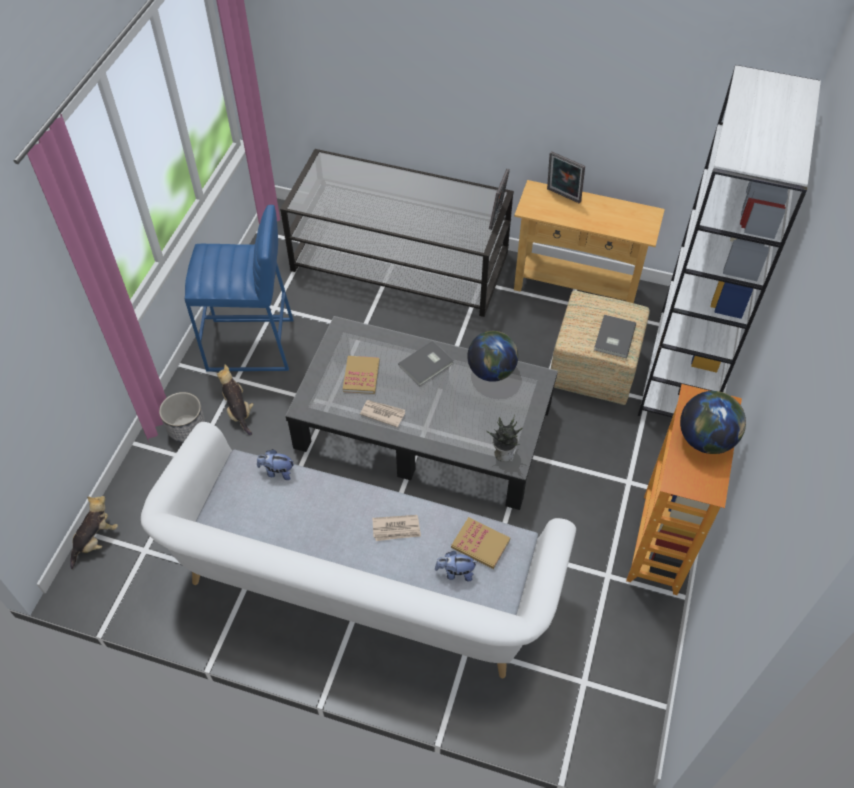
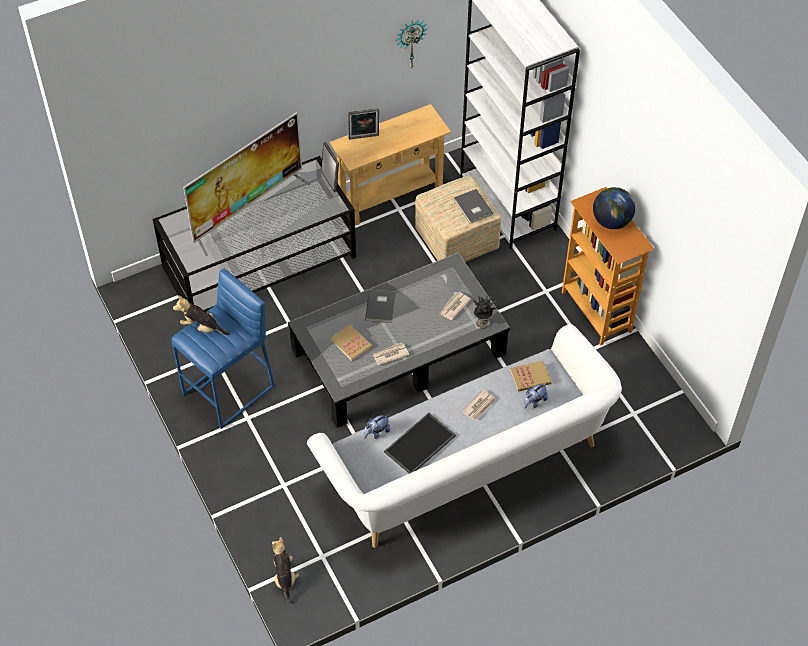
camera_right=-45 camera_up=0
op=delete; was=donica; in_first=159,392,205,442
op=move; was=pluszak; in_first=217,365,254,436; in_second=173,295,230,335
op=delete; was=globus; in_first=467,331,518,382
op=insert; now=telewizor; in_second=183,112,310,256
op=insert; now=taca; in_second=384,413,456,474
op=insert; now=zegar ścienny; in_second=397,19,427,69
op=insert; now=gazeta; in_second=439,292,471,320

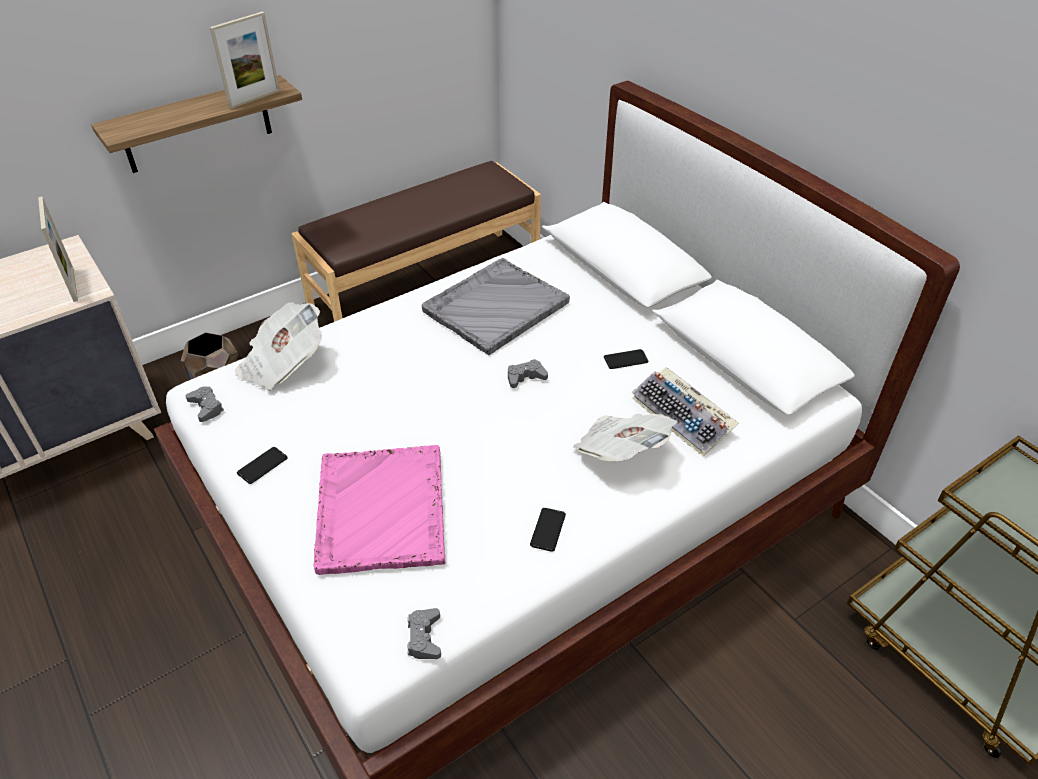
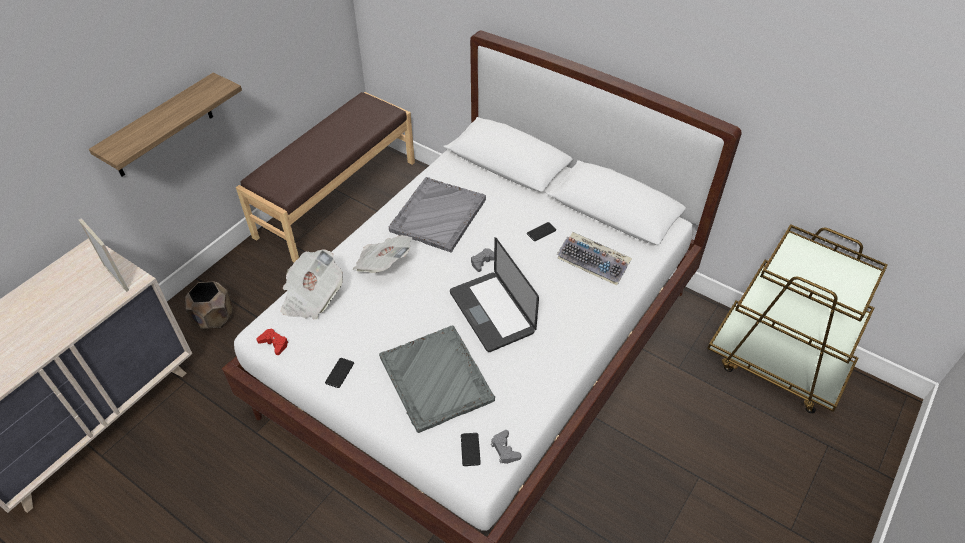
camera_right=-20 camera_up=5
op=recolor; was=pad do gier (szary); now=pad do gier (czerwony); in_first=185,386,224,422; in_second=257,328,289,355
op=delete; was=ramka na zdjęcie; in_first=210,12,280,109
op=recolor; was=taca (różowy); now=taca (szary); in_first=314,445,446,575; in_second=379,325,495,433
op=move; was=telefon; in_first=530,508,566,552; in_second=461,433,481,466
op=move; was=gazeta; in_first=573,414,677,461; in_second=352,235,412,273
op=insert; now=laptop; in_second=450,237,539,352

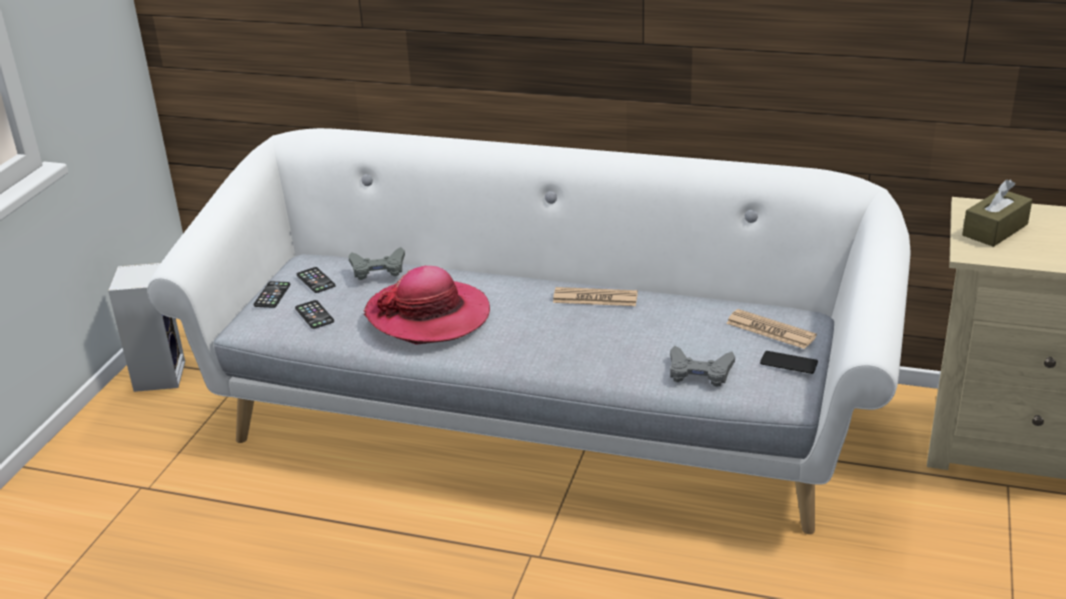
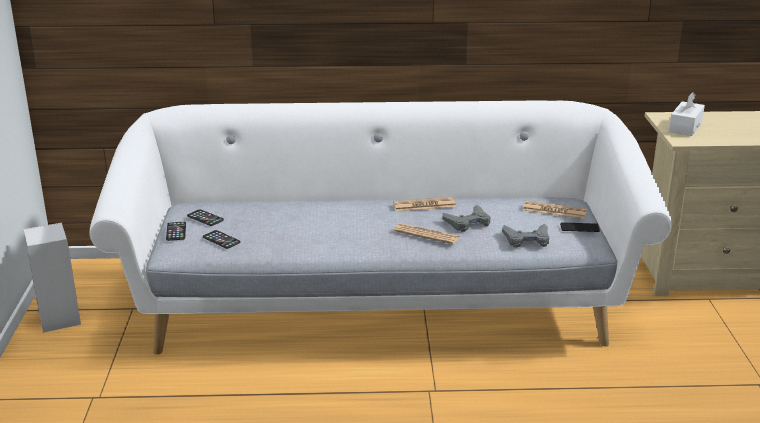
camera_right=-20 camera_up=-5
op=move; was=pad do gier (szary); in_first=348,247,405,280; in_second=442,205,491,232
op=delete; was=kapelusz; in_first=363,266,490,345
op=recolor; was=pudełko chusteczek (brązowy); now=pudełko chusteczek (biały); in_first=962,180,1032,247; in_second=669,92,705,136
op=insert; now=gazeta; in_second=394,223,460,244

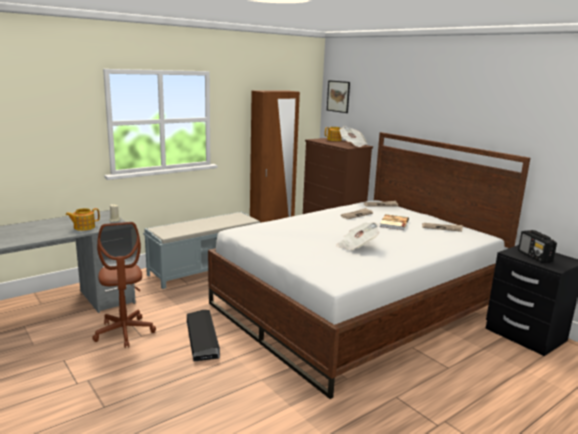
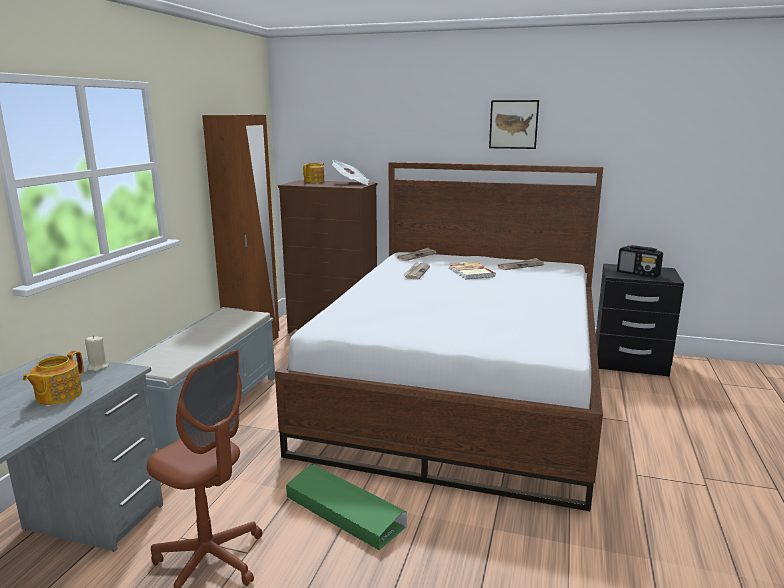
camera_right=-35 camera_up=0
op=recolor; was=pojemnik do przechowywania (czarny); now=pojemnik do przechowywania (zielony); in_first=187,310,220,362; in_second=286,465,407,550
op=move; was=obraz; in_first=327,80,350,113; in_second=489,100,539,149
op=delete; was=gazeta; in_first=336,222,379,251

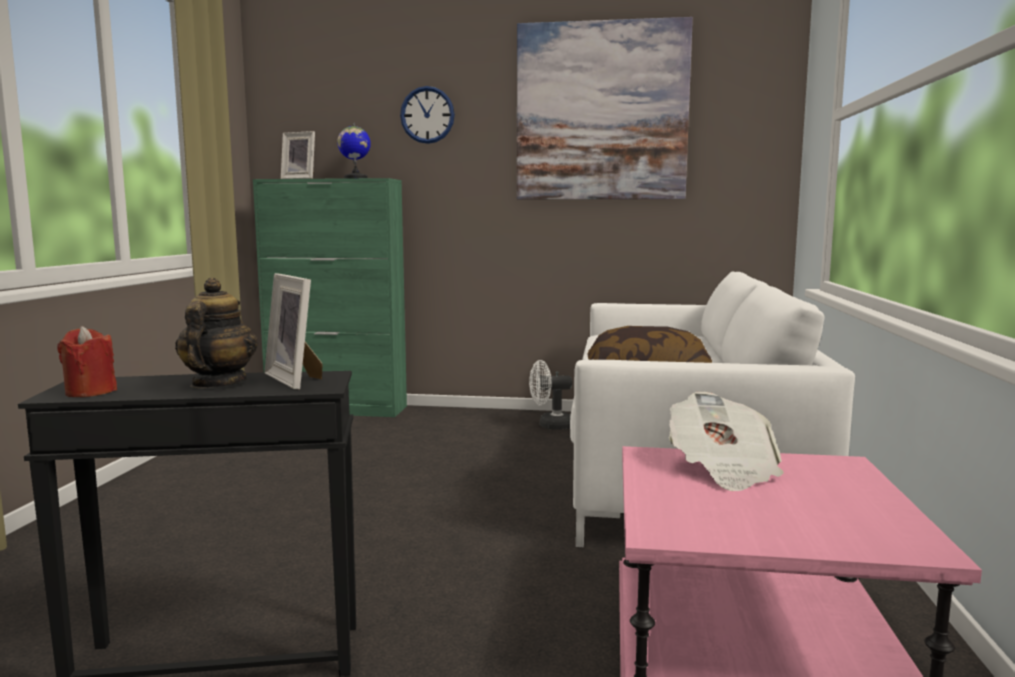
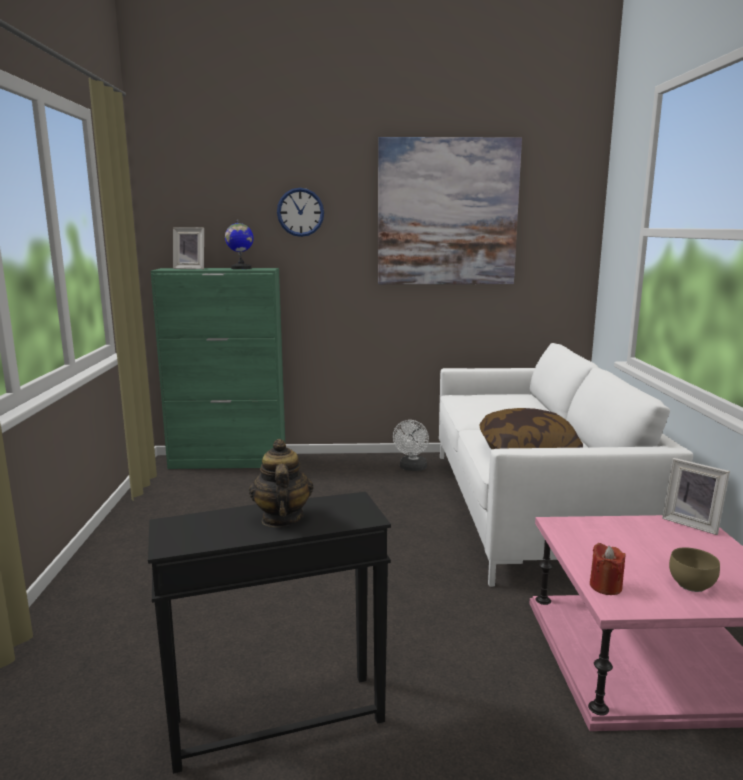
camera_right=-10 camera_up=5
op=move; was=świeca (czerwony); in_first=57,326,117,397; in_second=590,543,626,595
op=move; was=ramka na zdjęcie; in_first=264,273,323,389; in_second=662,458,730,535
op=rotate; was=wentylator (biały); in_first=529,360,572,430; in_second=393,420,429,471; clockwise=-60
op=delete; was=gazeta; in_first=669,392,784,491
op=insert; now=miska (brązowy); in_second=669,547,720,592

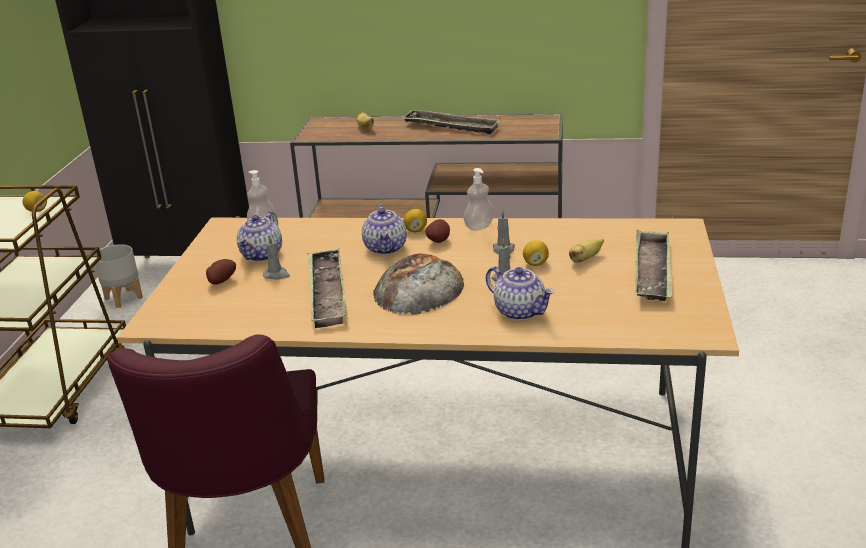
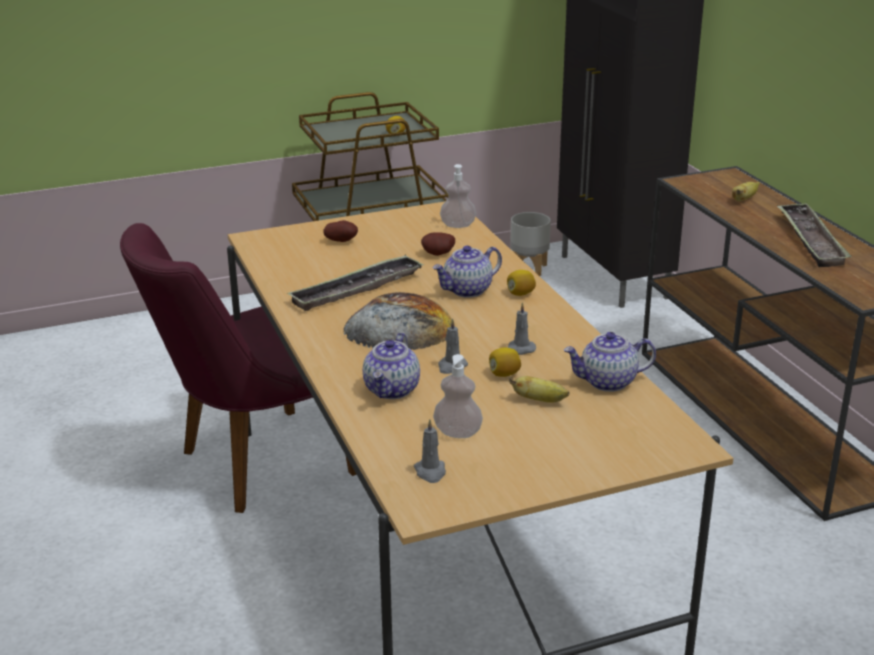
camera_right=60 camera_up=0
op=move; was=imbryk; in_first=237,211,282,262; in_second=564,332,656,392
op=move; was=świeca (szary); in_first=263,235,290,280; in_second=414,419,446,483
op=move; was=ziemniak; in_first=426,219,450,243; in_second=421,232,455,256
op=move; was=dozownik mydła; in_first=464,168,494,231; in_second=433,354,483,438
op=delete; was=taca; in_first=635,230,672,301

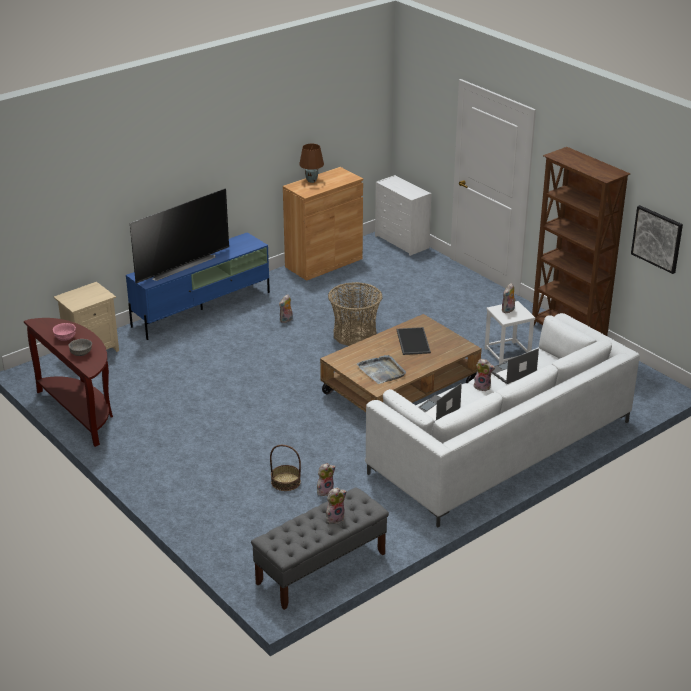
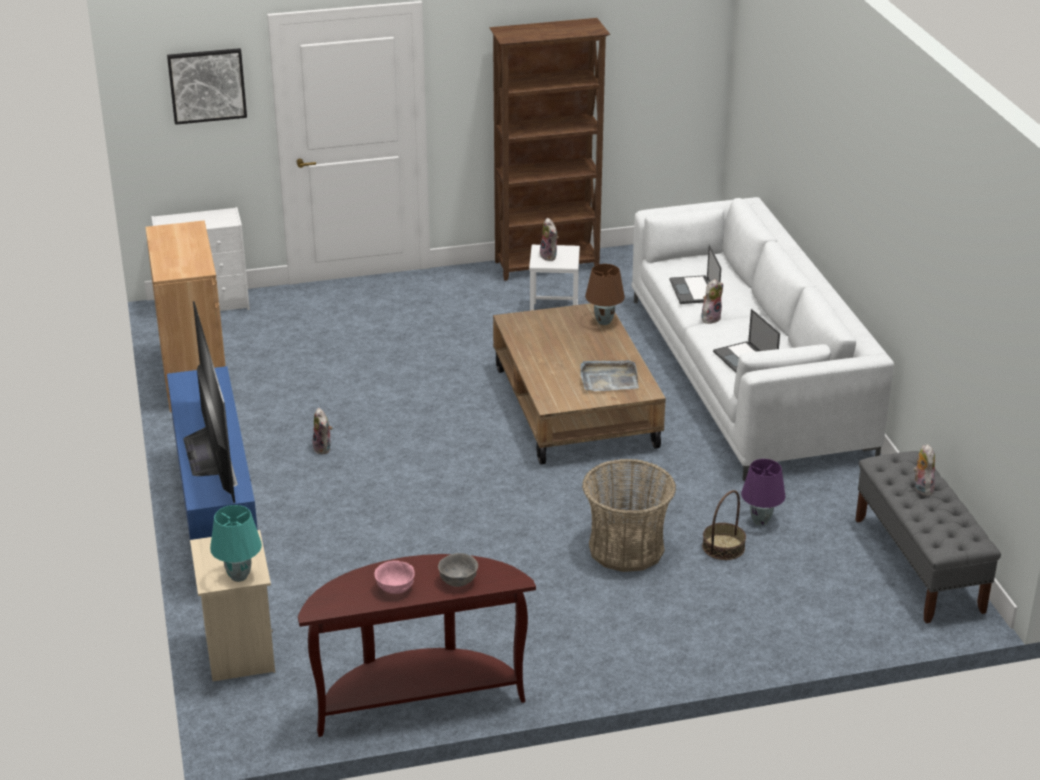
camera_right=-65 camera_up=0
op=move; was=lampa stołowa (brązowy); in_first=299,144,324,183; in_second=585,264,625,325
op=replace; was=pluszak; now=lampa stołowa (fioletowy); in_first=317,463,336,496; in_second=741,459,786,525
op=move; was=koszyk; in_first=328,282,383,346; in_second=582,459,676,572
op=delete; was=taca; in_first=397,327,431,355
op=move; was=obraz; in_first=631,205,683,274; in_second=167,48,247,125
op=insert; now=lampa stołowa (turkusowy); in_second=210,505,262,582

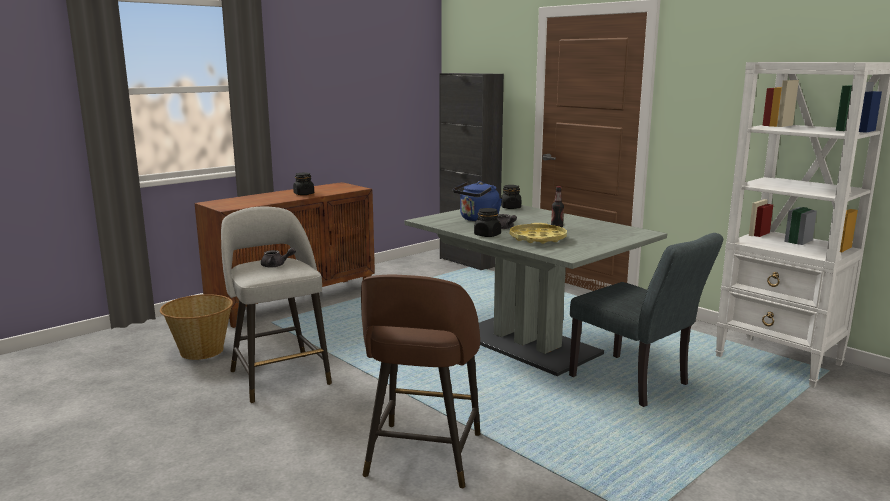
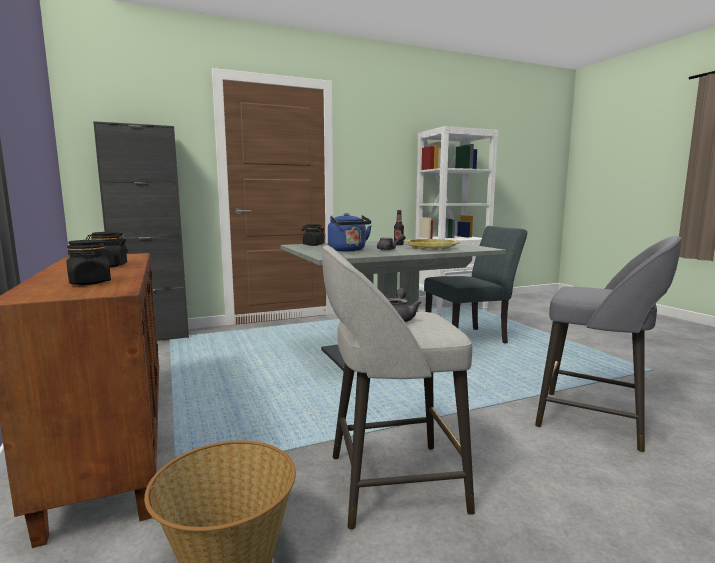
camera_right=-70 camera_up=-5
op=recolor; was=stołek (brązowy); now=stołek (szary); in_first=361,275,480,488; in_second=535,236,682,452
op=move; was=słoik (czarny); in_first=474,208,501,237; in_second=66,240,111,285

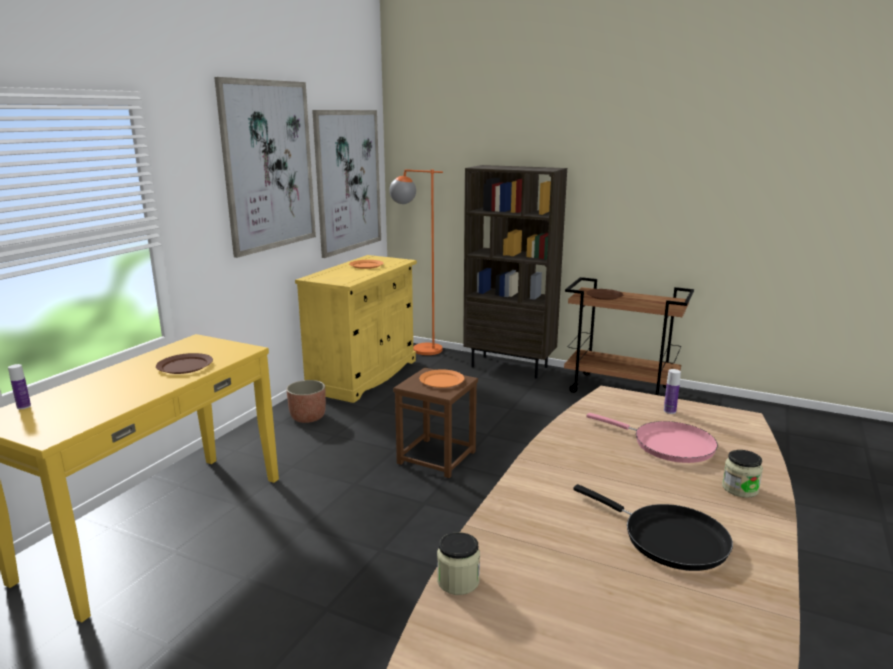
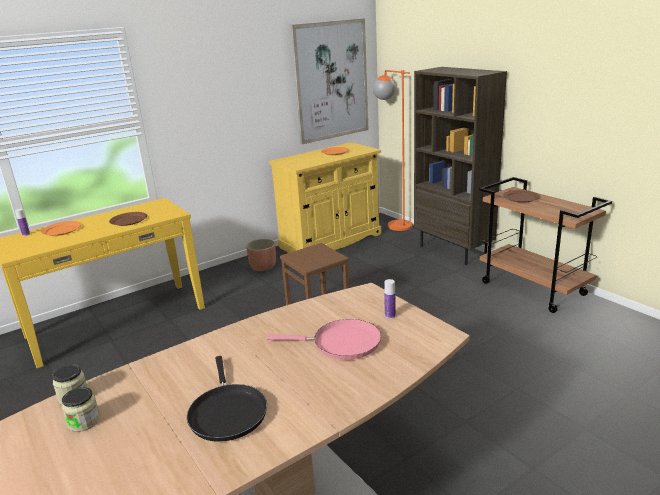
camera_right=30 camera_up=5
op=delete; was=obraz; in_first=214,77,316,258
op=move; was=talerz (pomarańczowy); in_first=419,369,464,388; in_second=41,221,81,236
op=rotate; was=patelnia (różowy); in_first=586,413,718,463; in_second=266,319,381,360; clockwise=-60
op=move; was=słoik; in_first=722,450,763,498; in_second=62,387,100,432

